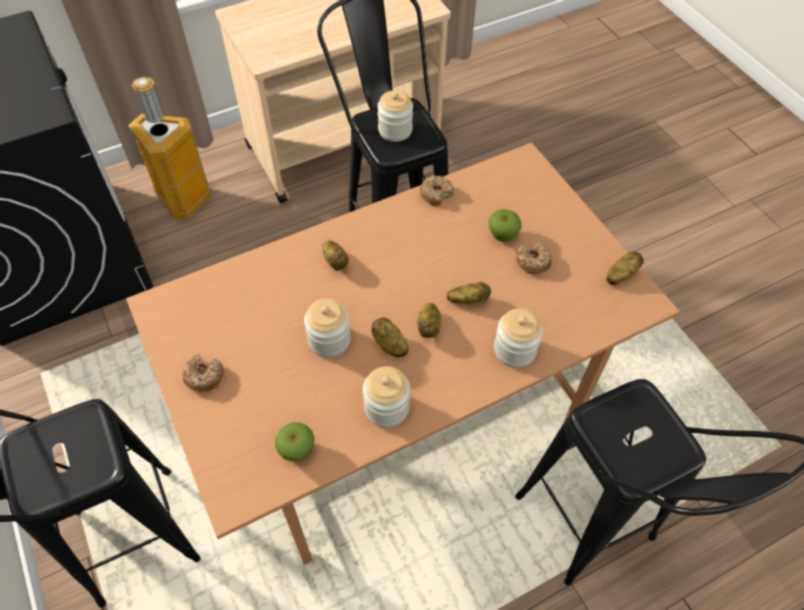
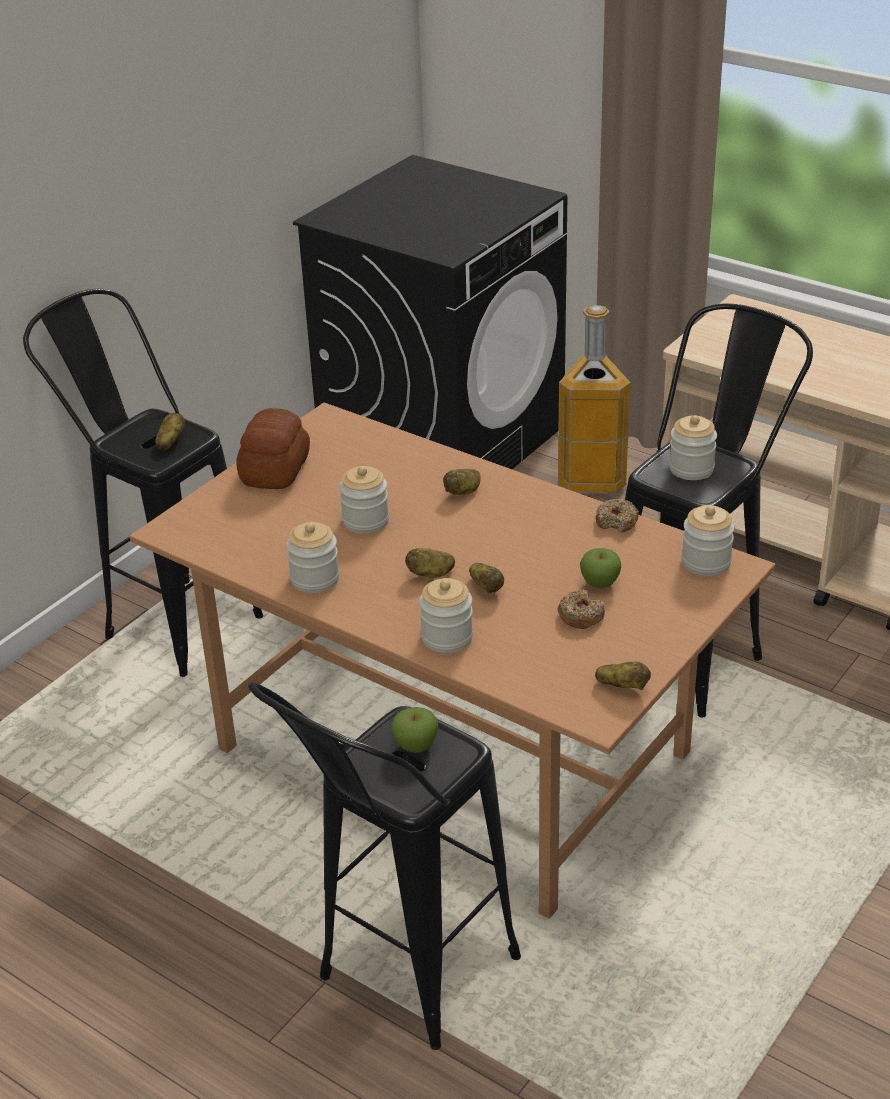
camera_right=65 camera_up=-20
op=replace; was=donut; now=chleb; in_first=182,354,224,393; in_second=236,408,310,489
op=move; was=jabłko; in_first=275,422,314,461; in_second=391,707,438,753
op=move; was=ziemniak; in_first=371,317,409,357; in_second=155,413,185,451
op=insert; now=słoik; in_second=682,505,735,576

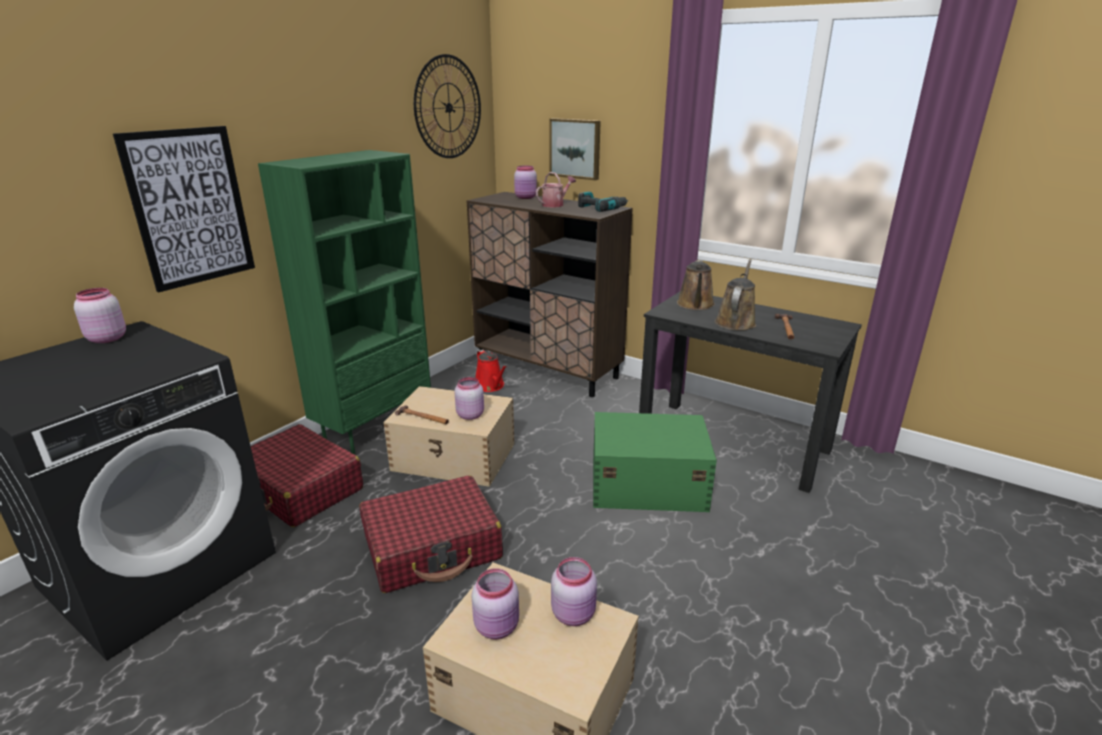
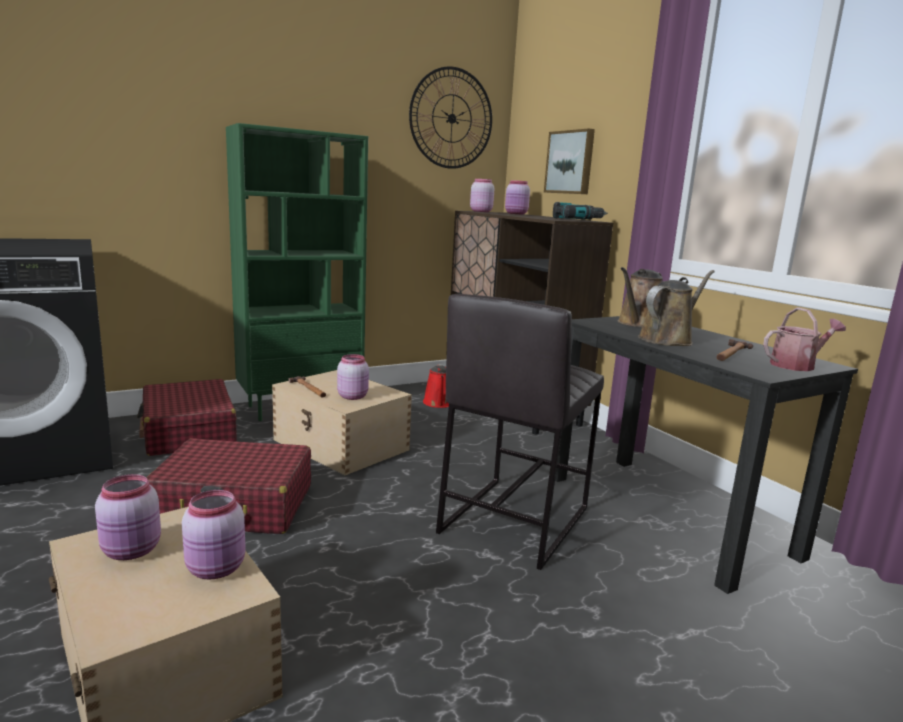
camera_right=25 camera_up=-10
op=move; was=słoik (różowy); in_first=74,288,126,343; in_second=470,179,494,212
op=delete; was=obraz; in_first=113,126,255,292
op=move; was=konewka; in_first=536,172,576,208; in_second=763,307,846,371
op=replace; was=pojemnik do przechowywania (zielony); now=stołek (szary); in_first=593,412,717,512; in_second=436,294,604,570

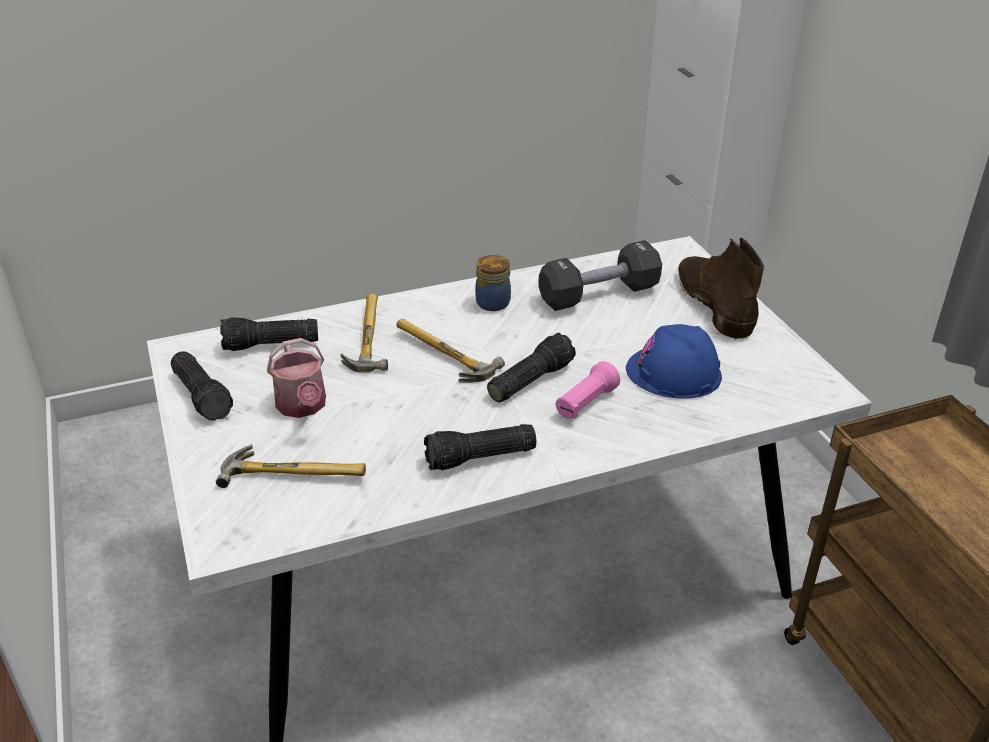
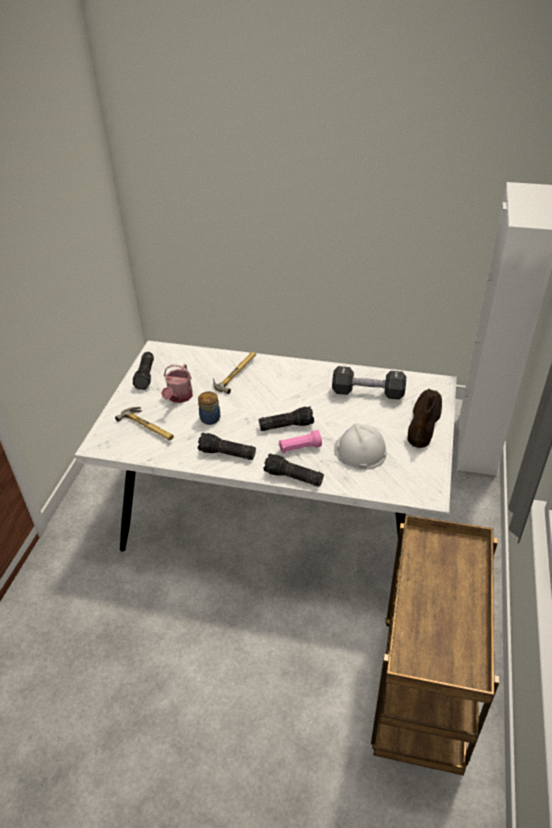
camera_right=35 camera_up=5
op=move; was=latarka; in_first=220,317,318,351; in_second=264,454,324,487
op=delete; was=młotek; in_first=396,319,505,383
op=move; was=słoik; in_first=475,255,511,311; in_second=198,391,220,425
op=recolor; was=kask (niebieski); now=kask (biały); in_first=626,324,722,399; in_second=334,424,387,470

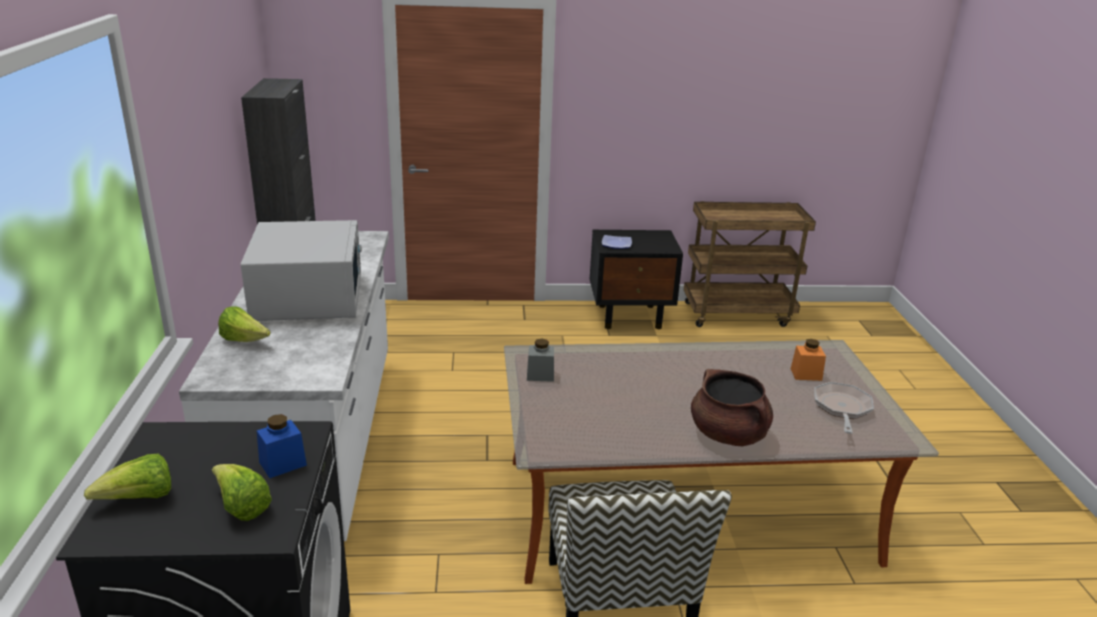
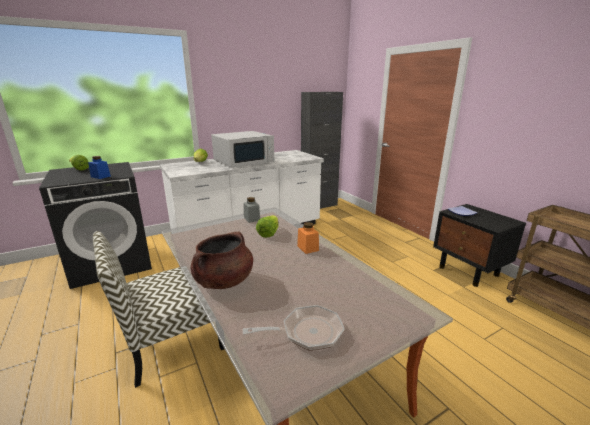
camera_right=65 camera_up=-5
op=move; was=sałata; in_first=212,464,272,521; in_second=256,215,278,238
op=move; was=słoik (pomarańczowy); in_first=791,339,826,381; in_second=297,222,319,254

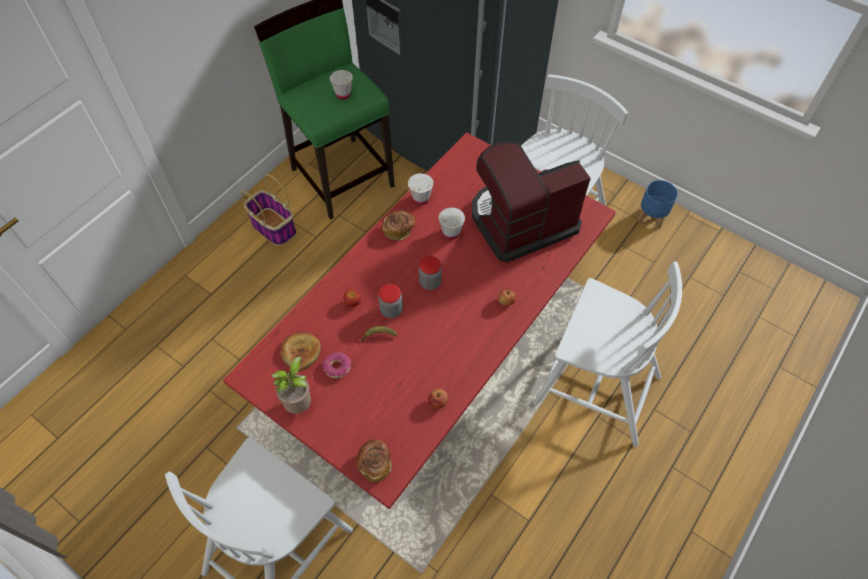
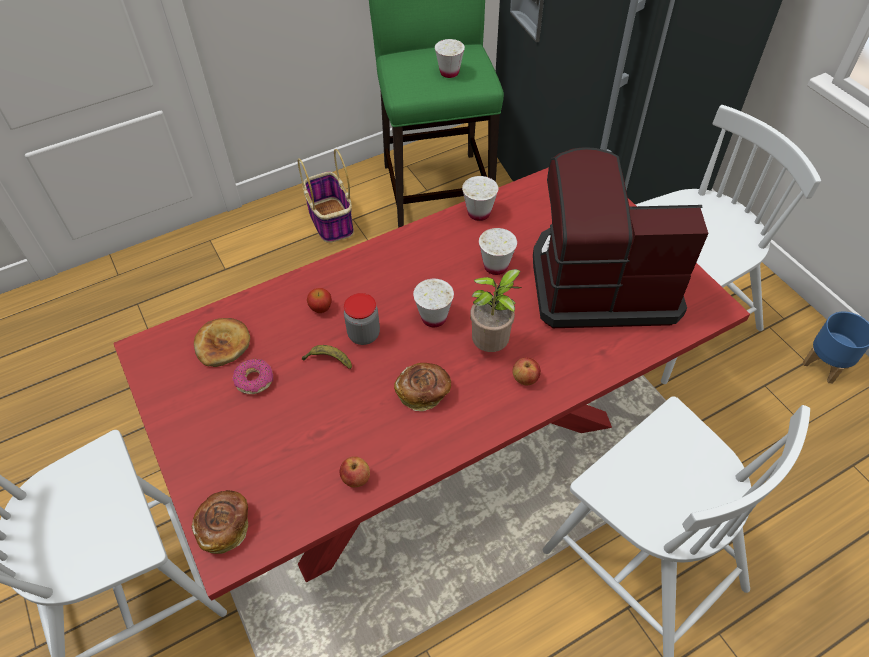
camera_right=25 camera_up=-5
op=move; was=roślina doniczkowa; in_first=271,356,311,414; in_second=470,269,522,352
op=move; was=chleb; in_first=382,210,415,240; in_second=394,363,451,411
op=replace; was=słoik; now=filiżanka (biały); in_first=419,256,442,290; in_second=413,279,454,327

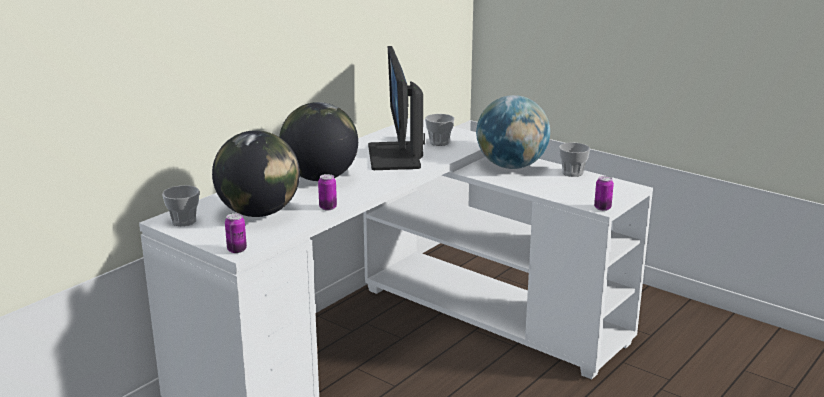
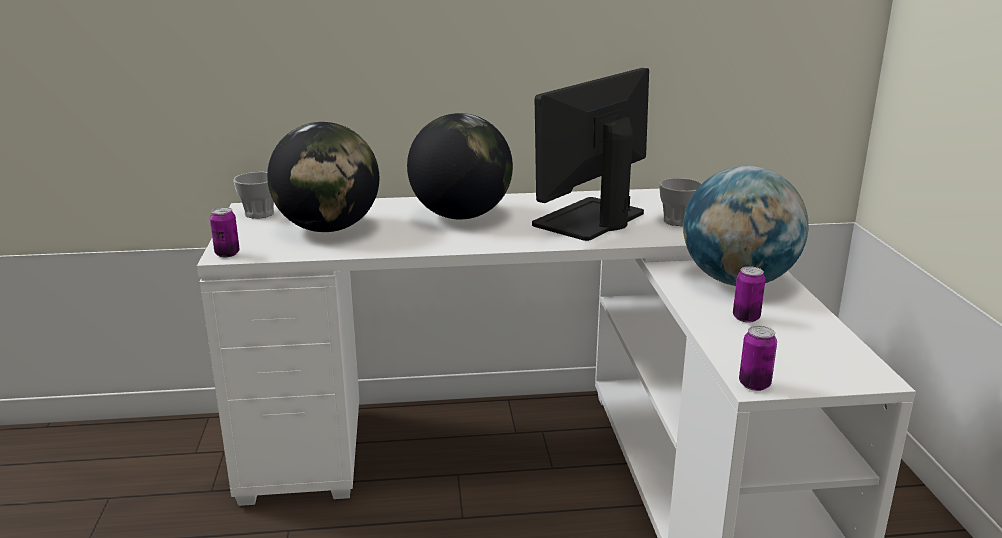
camera_right=45 camera_up=0
op=move; was=puszka; in_first=318,174,337,210; in_second=733,266,765,322
op=delete; was=filiżanka; in_first=559,143,590,177

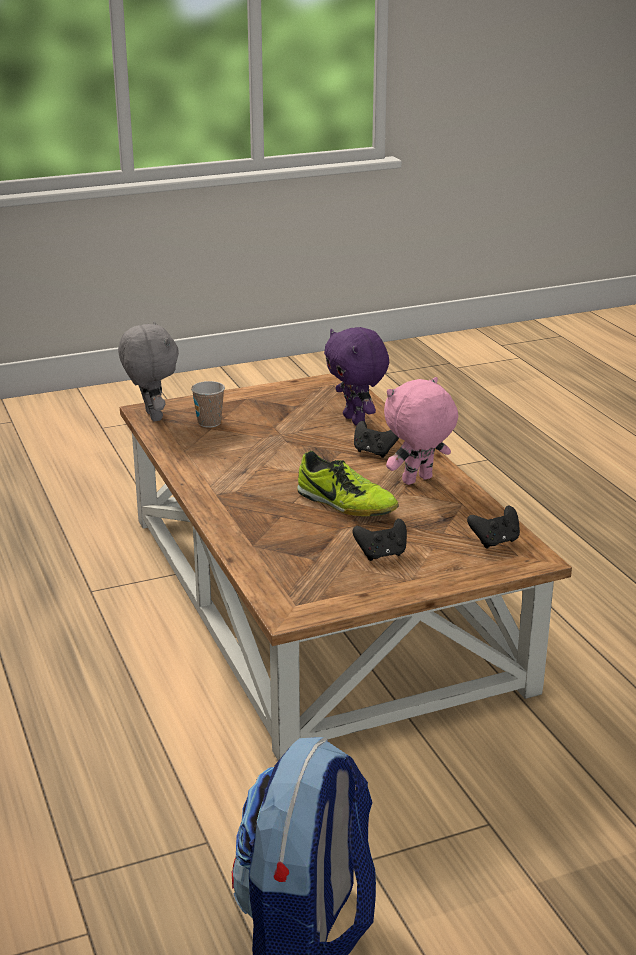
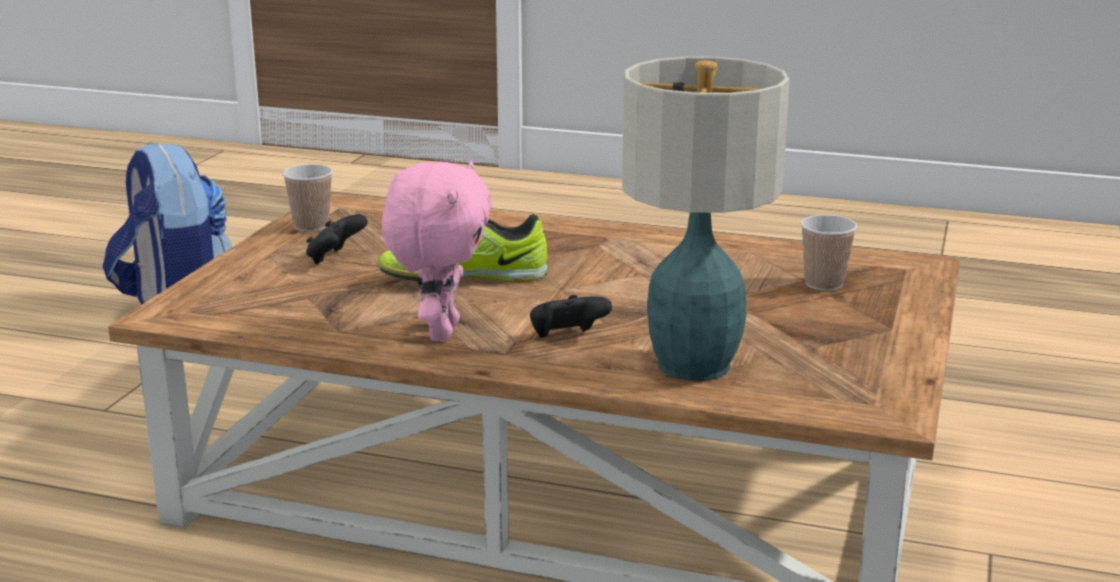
camera_right=130 camera_up=-5
op=delete; was=pluszak (szary); in_first=118,321,179,421
op=replace; was=pluszak (fioletowy); now=lampa stołowa; in_first=324,327,389,426; in_second=622,57,790,381
op=delete; was=pad do gier (czarny); in_first=467,506,520,548
op=insert; now=filiżanka; in_second=282,164,333,232

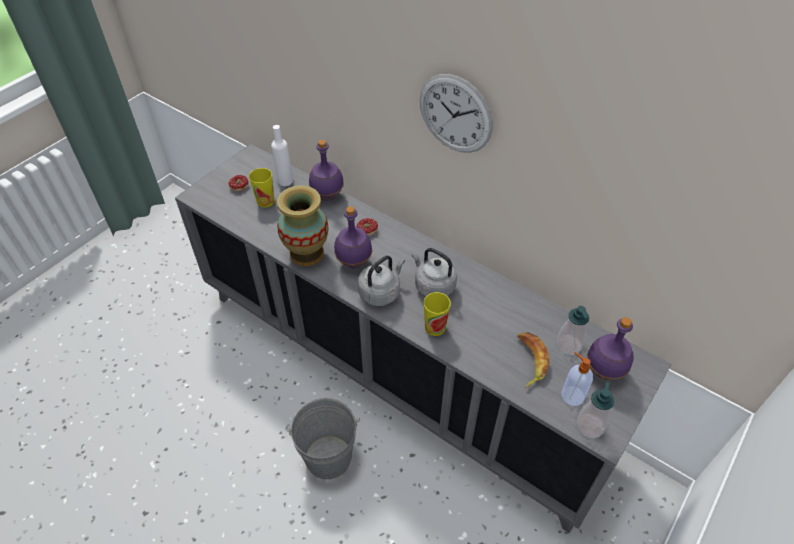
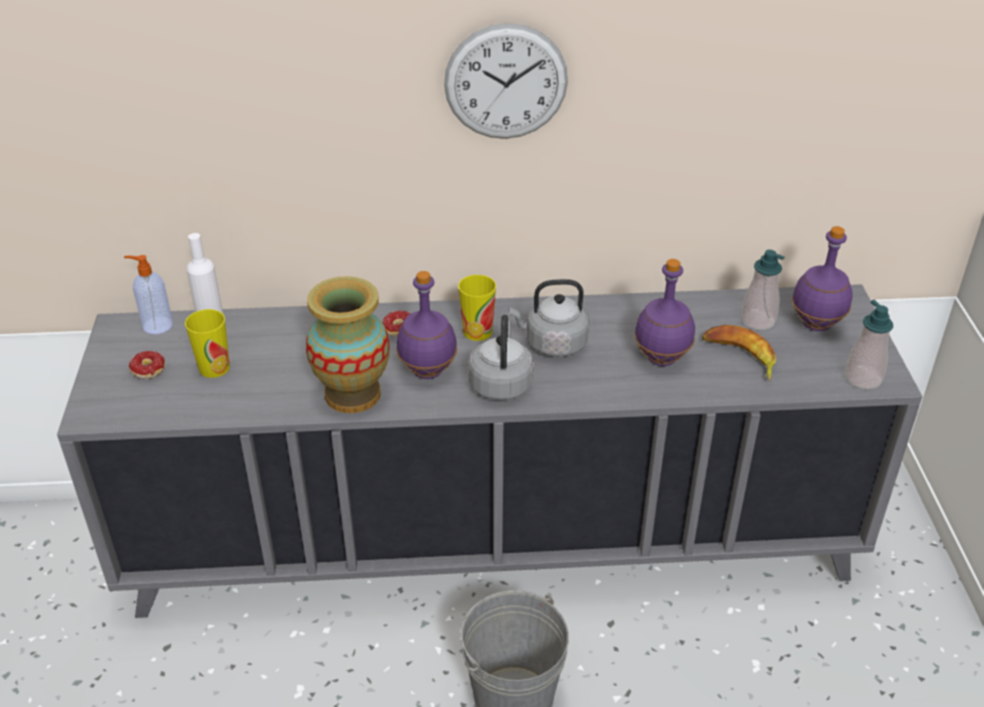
camera_right=-40 camera_up=-10
op=move; was=butelka (fioletowy); in_first=309,140,344,201; in_second=634,259,695,366
op=move; was=filiżanka; in_first=424,292,451,336; in_second=458,275,496,341
op=move; was=dozownik mydła; in_first=561,352,593,406; in_second=124,255,173,334

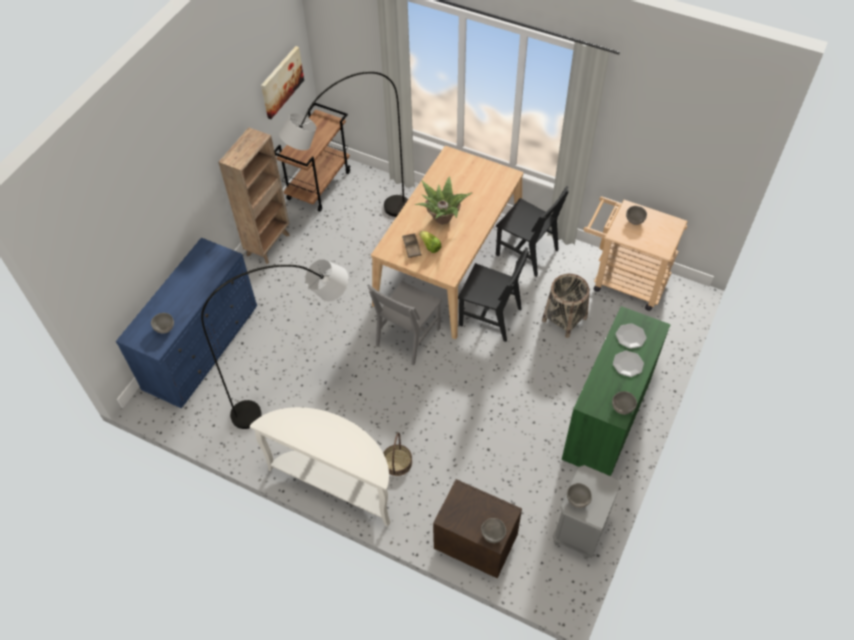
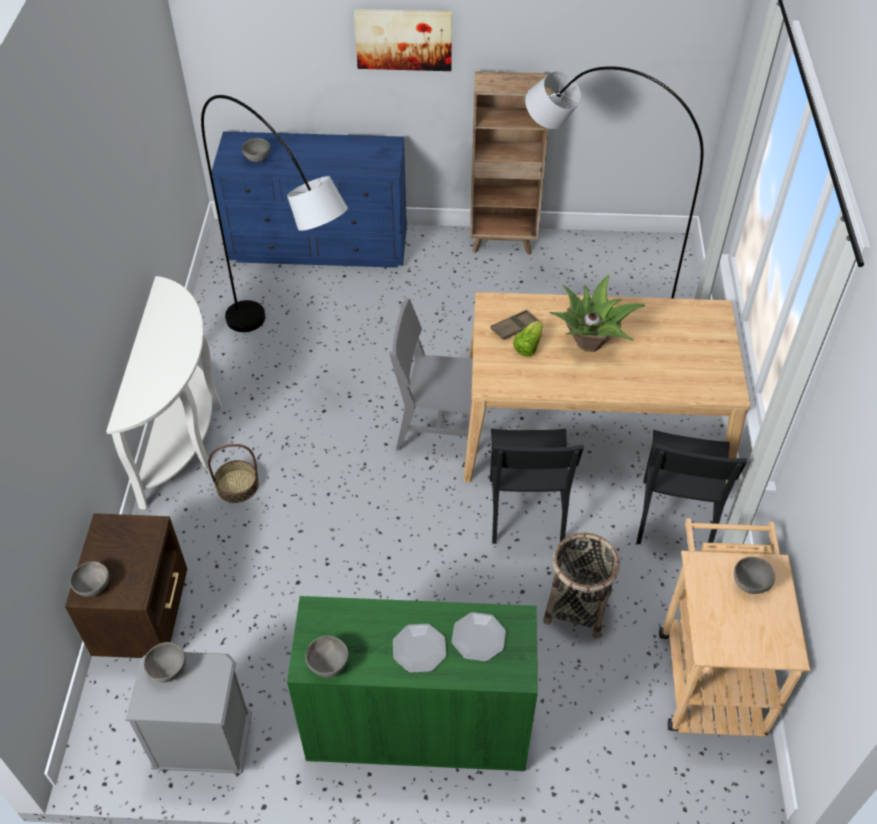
camera_right=65 camera_up=-5
op=move; was=obraz; in_first=261,46,304,119; in_second=354,9,452,71
op=delete; was=wózek (brązowy); in_first=274,103,351,212

